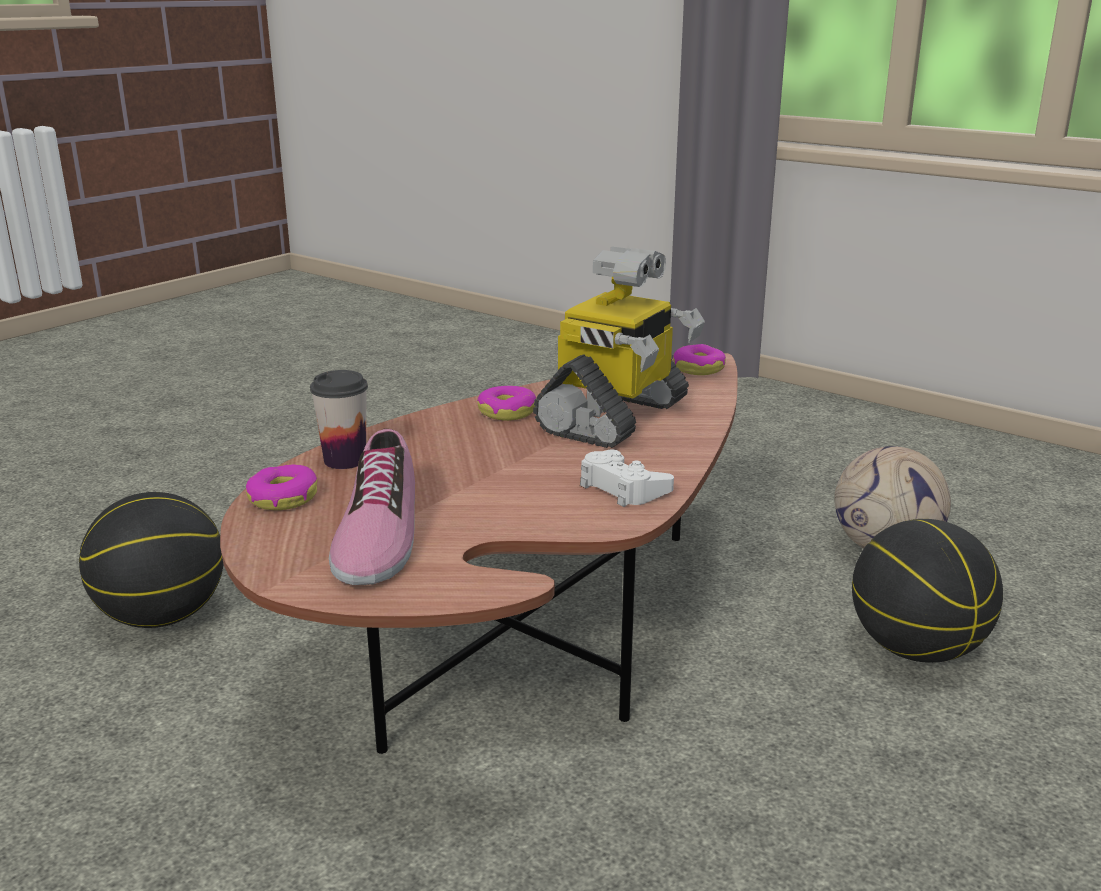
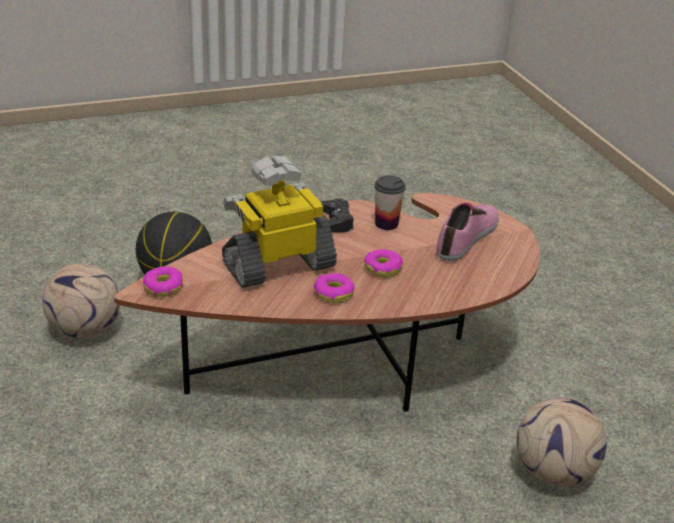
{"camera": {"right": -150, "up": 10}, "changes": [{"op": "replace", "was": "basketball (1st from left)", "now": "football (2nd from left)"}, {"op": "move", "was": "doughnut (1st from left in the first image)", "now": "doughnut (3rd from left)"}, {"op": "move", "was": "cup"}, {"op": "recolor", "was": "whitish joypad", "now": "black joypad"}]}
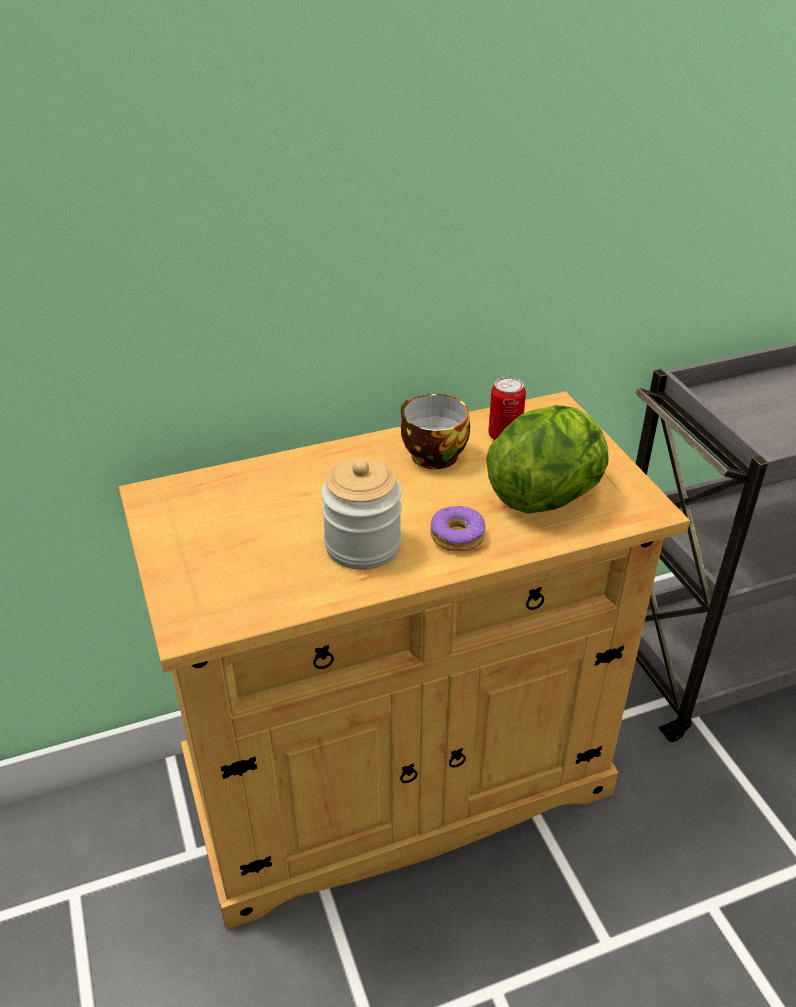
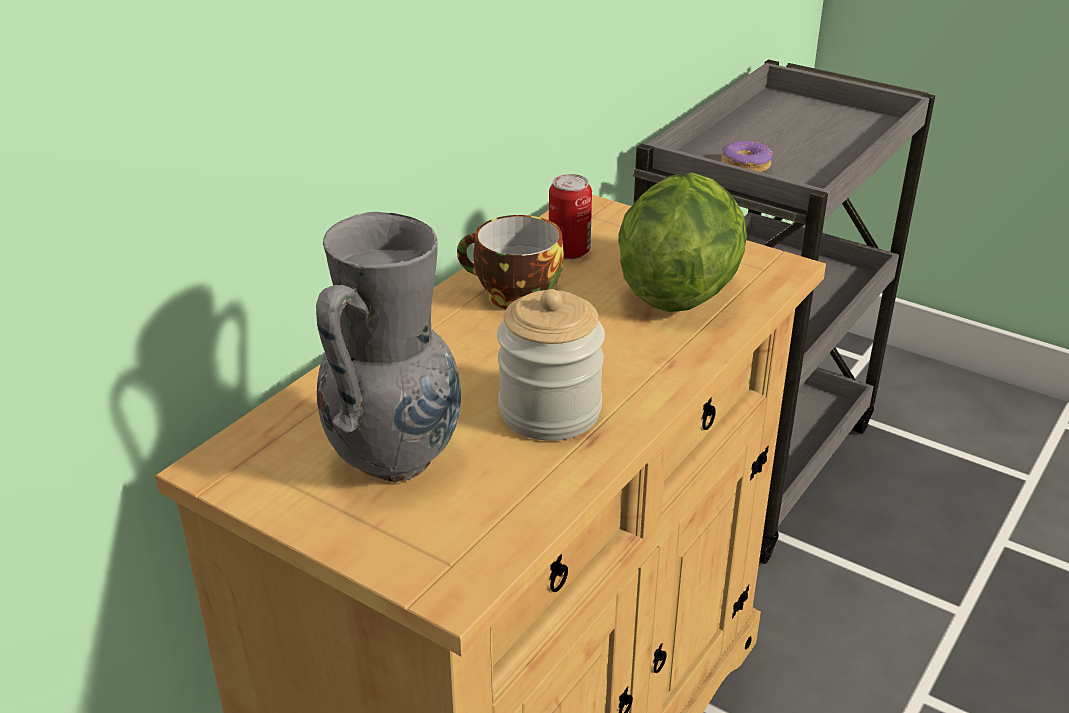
{"camera": {"right": -35, "up": -5}, "changes": [{"op": "move", "was": "doughnut"}, {"op": "insert", "now": "grey vase"}]}
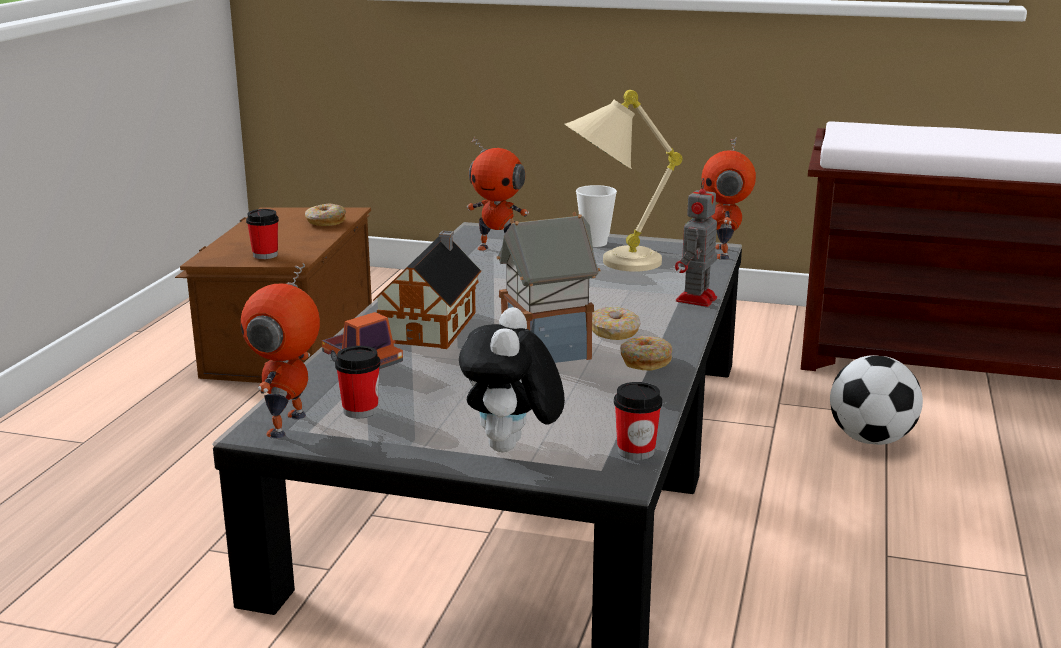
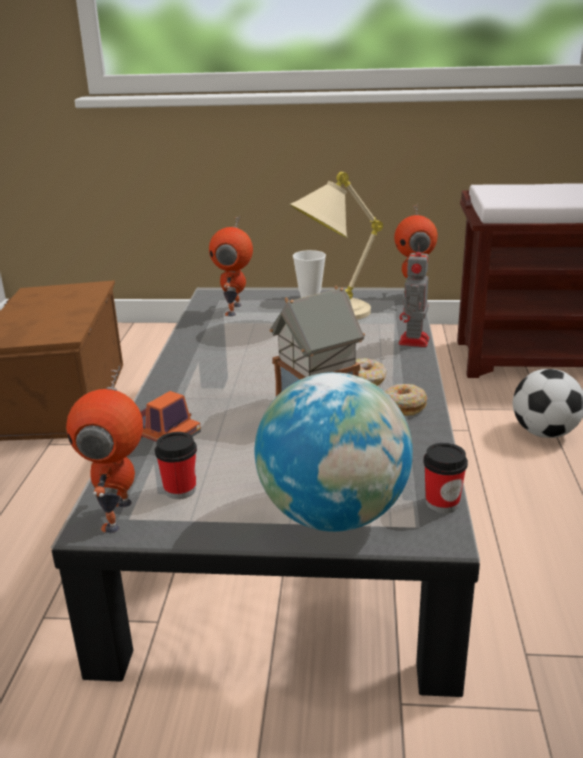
{"camera": {"right": -10, "up": 5}, "changes": [{"op": "delete", "was": "cup (1st from left)"}, {"op": "delete", "was": "doughnut (1st from left)"}, {"op": "delete", "was": "miniature house (1st from left)"}, {"op": "replace", "was": "cuddly toy", "now": "world globe"}, {"op": "rotate", "was": "robot figure (2nd from left)", "clockwise": 90}]}
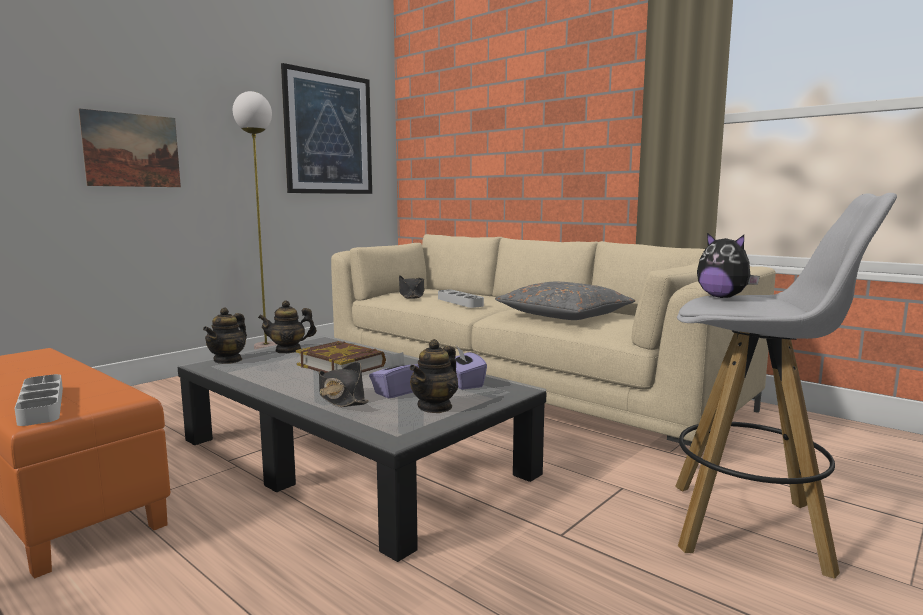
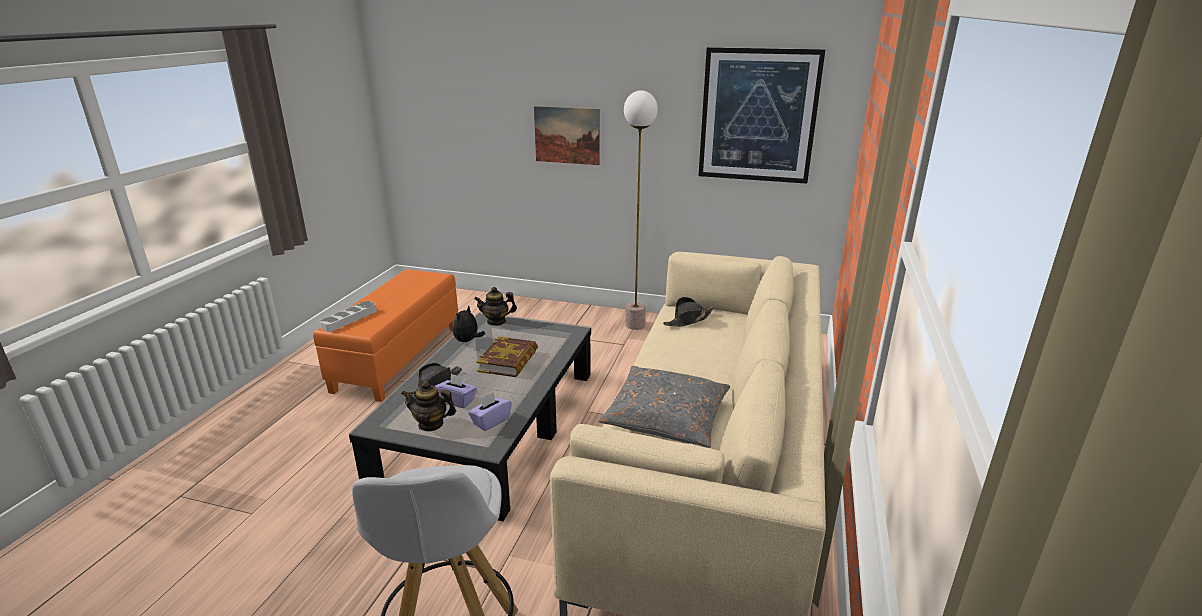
{"camera": {"right": 65, "up": 15}, "changes": [{"op": "delete", "was": "pot for tea (2nd from left)"}, {"op": "delete", "was": "grey tray (2nd from left)"}, {"op": "move", "was": "cuddly toy"}]}
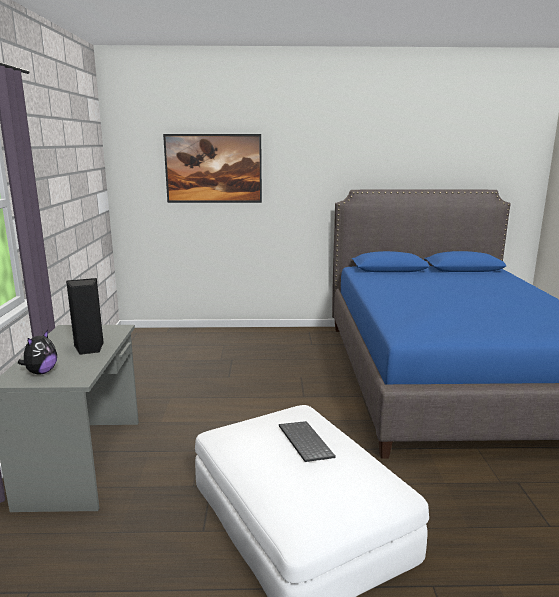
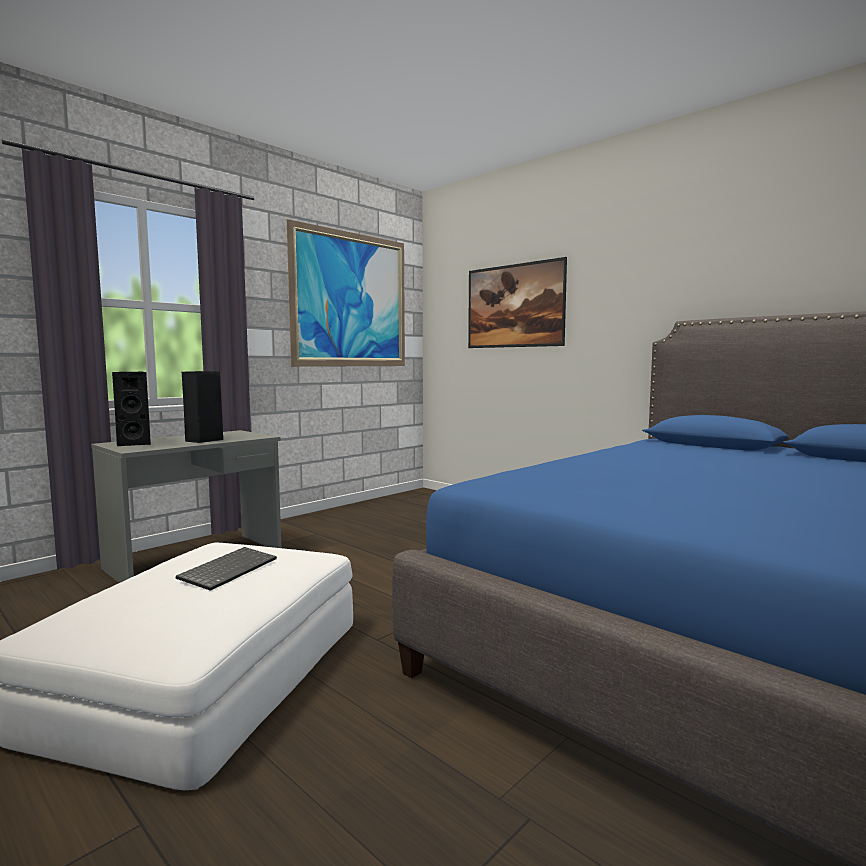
{"camera": {"right": 45, "up": -10}, "changes": [{"op": "replace", "was": "cuddly toy", "now": "black speaker (1st from left)"}, {"op": "insert", "now": "wall picture (1st from left)"}]}
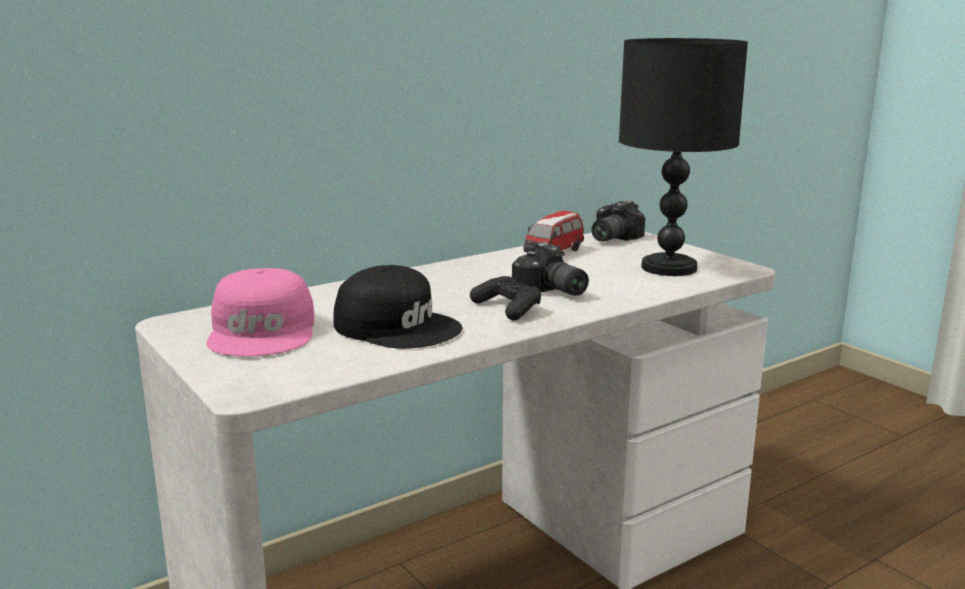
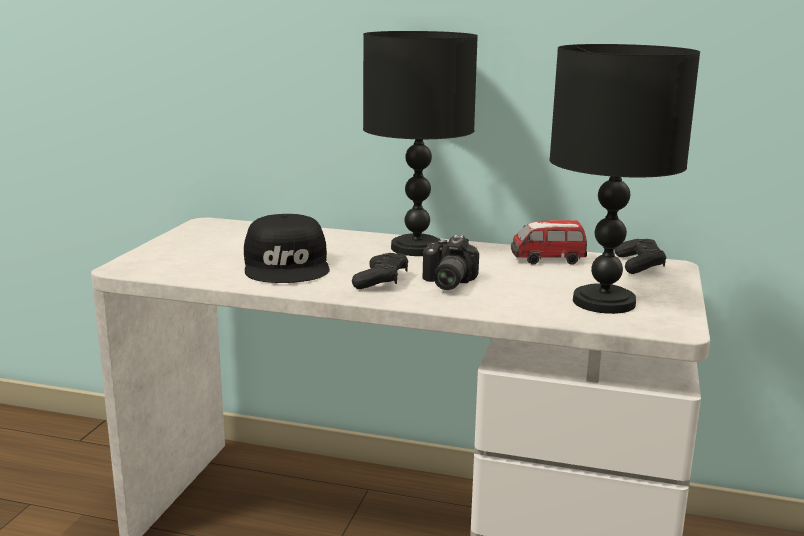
{"camera": {"right": 50, "up": 0}, "changes": [{"op": "delete", "was": "pinkish baseball cap"}, {"op": "replace", "was": "photo camera (2nd from left)", "now": "black joypad (2nd from left)"}, {"op": "insert", "now": "black table lamp (1st from left)"}]}
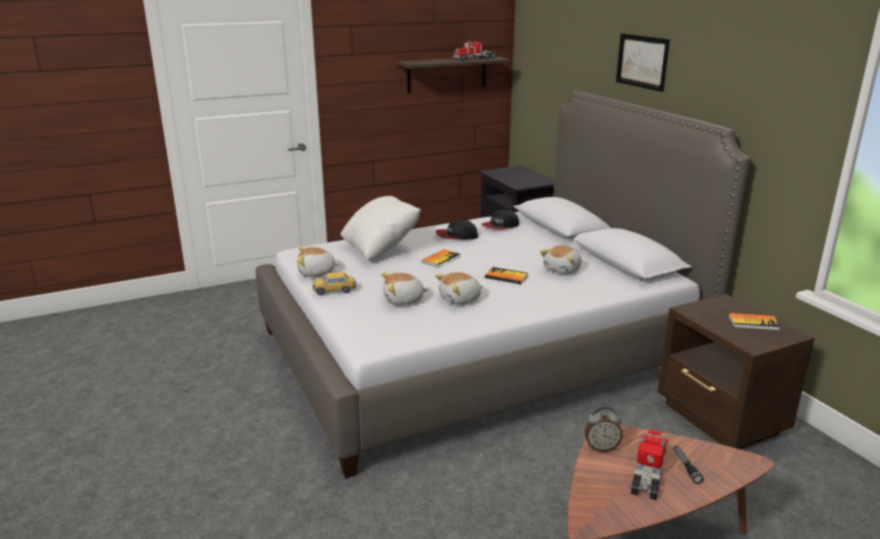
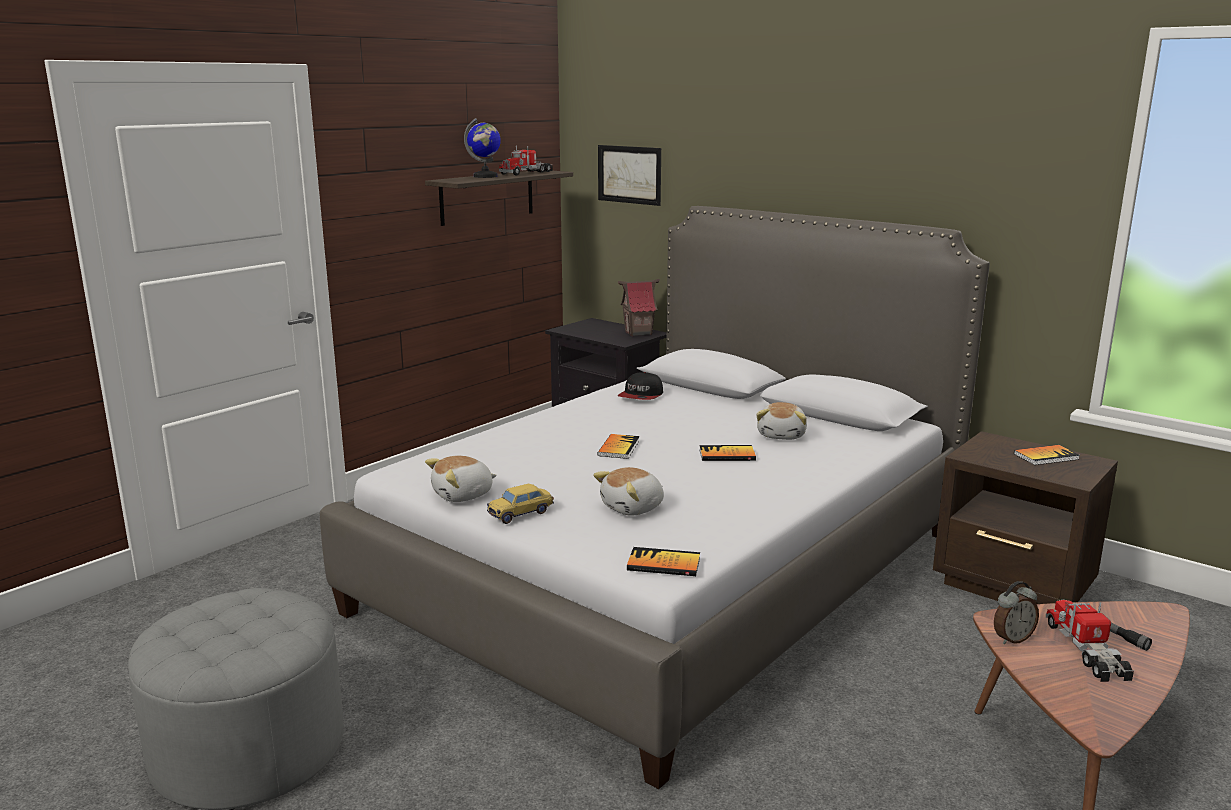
{"camera": {"right": -25, "up": -5}, "changes": [{"op": "delete", "was": "whitish cushion"}, {"op": "delete", "was": "cuddly toy (3rd from left)"}, {"op": "delete", "was": "baseball cap (1st from left)"}, {"op": "move", "was": "wall picture"}, {"op": "insert", "now": "grey footrest"}, {"op": "insert", "now": "world globe"}, {"op": "insert", "now": "miniature house"}, {"op": "insert", "now": "book (2nd from left)"}]}
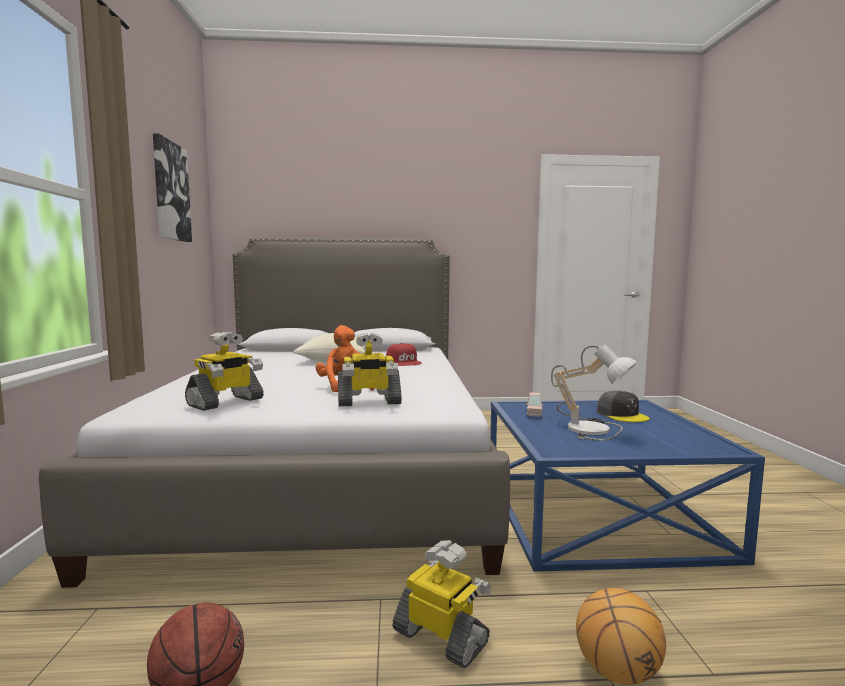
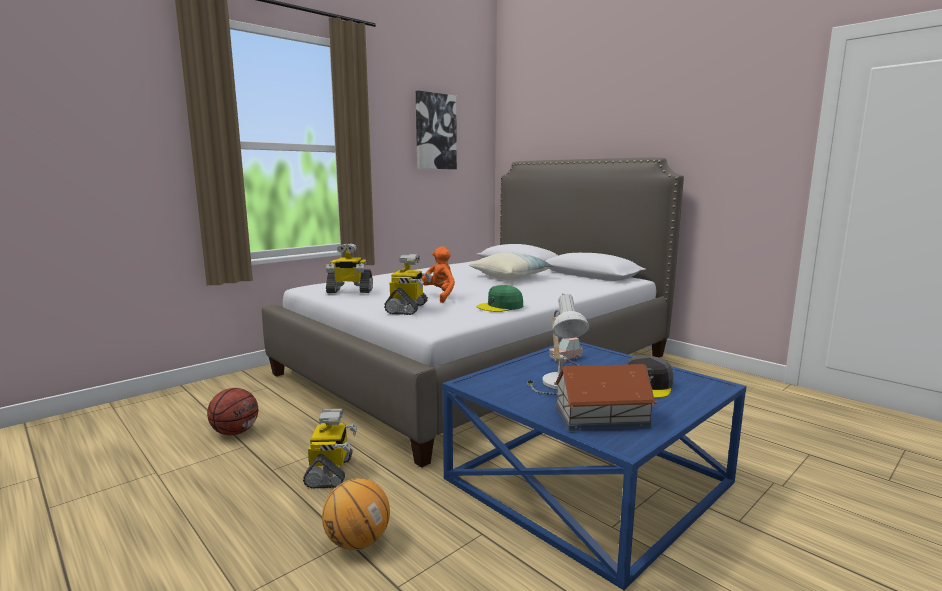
{"camera": {"right": 50, "up": 5}, "changes": [{"op": "rotate", "was": "robot figure (2nd from left in the first image)", "clockwise": -120}, {"op": "delete", "was": "reddish baseball cap"}, {"op": "insert", "now": "greenish baseball cap"}, {"op": "insert", "now": "miniature house"}]}
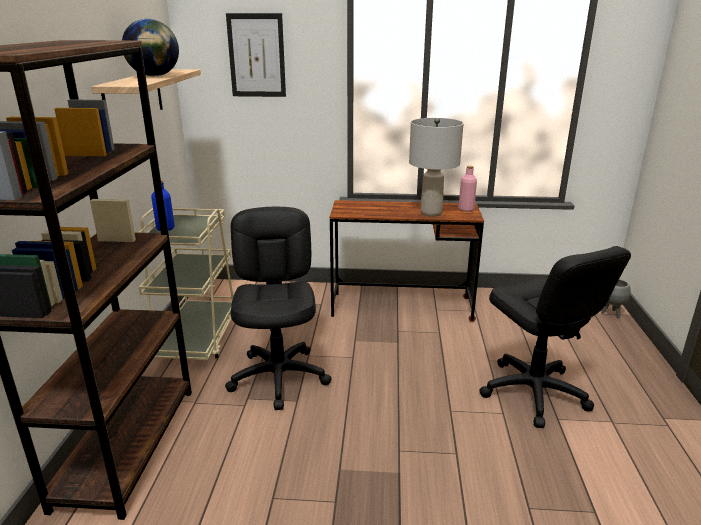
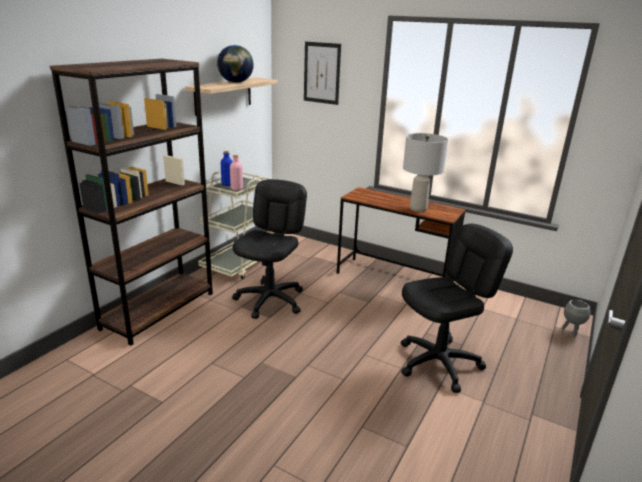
{"camera": {"right": 25, "up": 0}, "changes": [{"op": "move", "was": "pinkish drink bottle"}, {"op": "rotate", "was": "black office chair (2nd from left)", "clockwise": -120}]}
